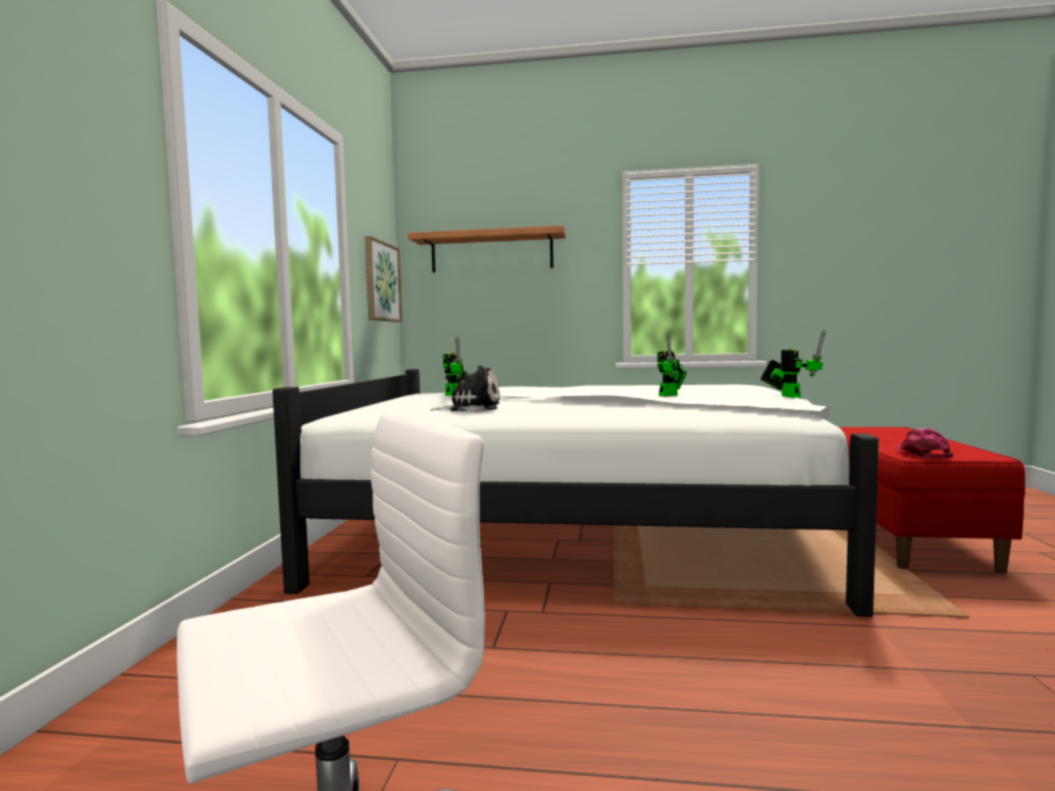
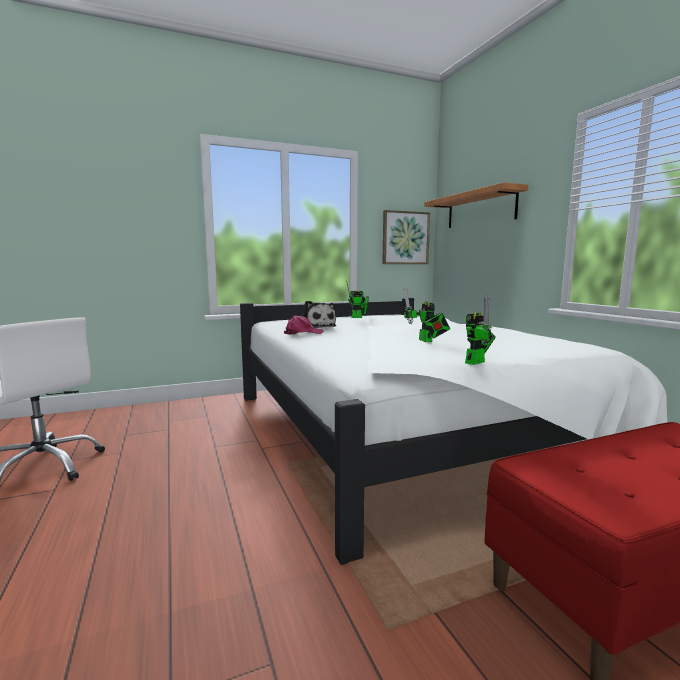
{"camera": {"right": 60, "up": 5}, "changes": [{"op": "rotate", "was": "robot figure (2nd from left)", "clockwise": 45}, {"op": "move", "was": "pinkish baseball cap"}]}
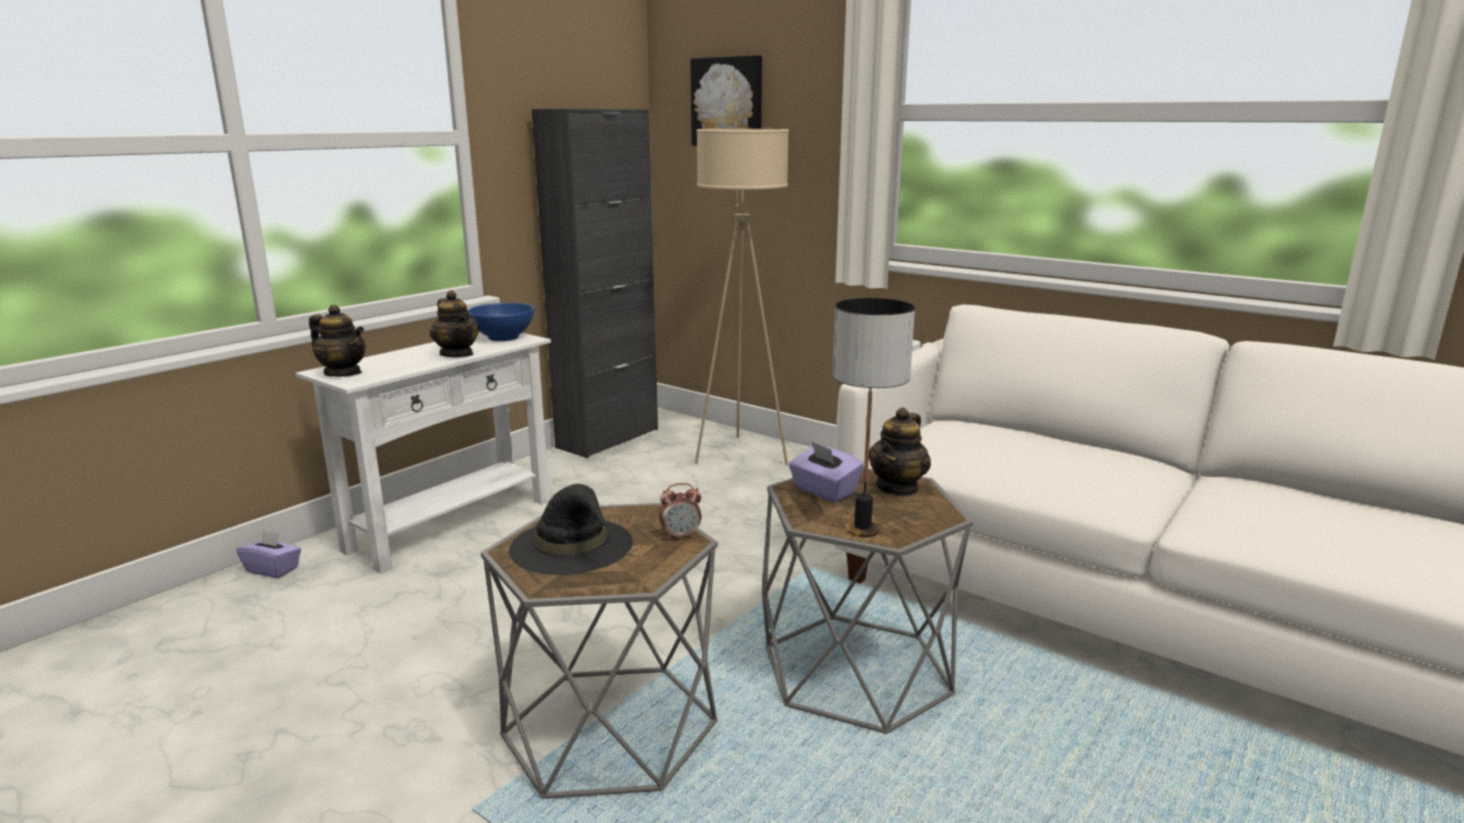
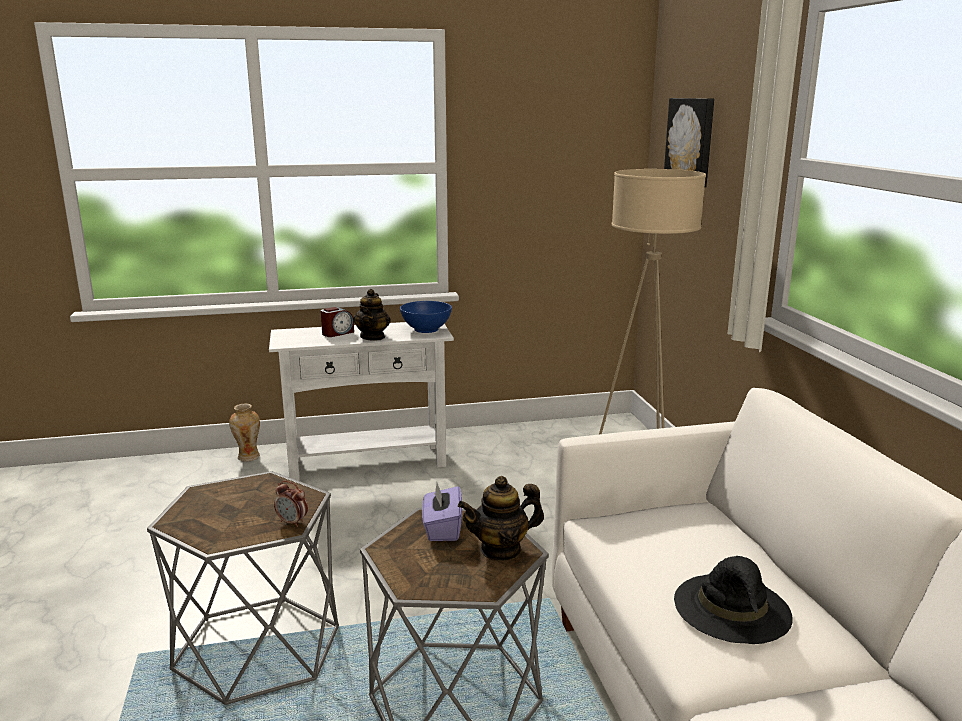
{"camera": {"right": 40, "up": 0}, "changes": [{"op": "replace", "was": "purple-coloured tissue box (1st from left)", "now": "vase"}, {"op": "delete", "was": "pot for tea (1st from left)"}, {"op": "move", "was": "black hat"}, {"op": "delete", "was": "black cabinet"}, {"op": "delete", "was": "table lamp"}, {"op": "insert", "now": "table clock (2nd from left)"}]}
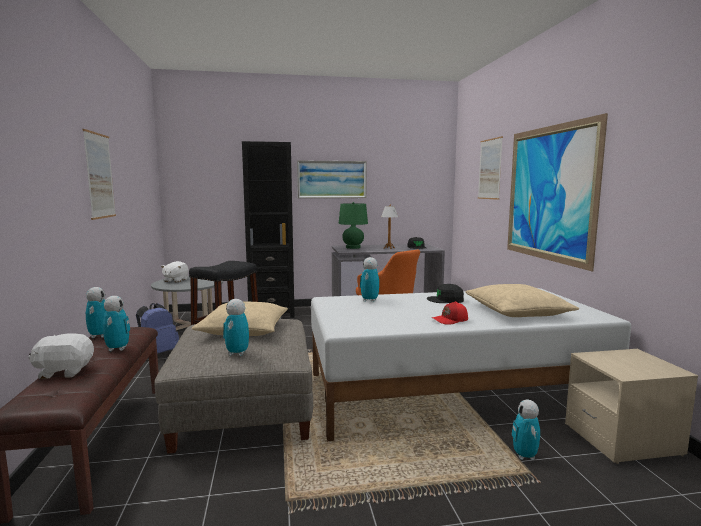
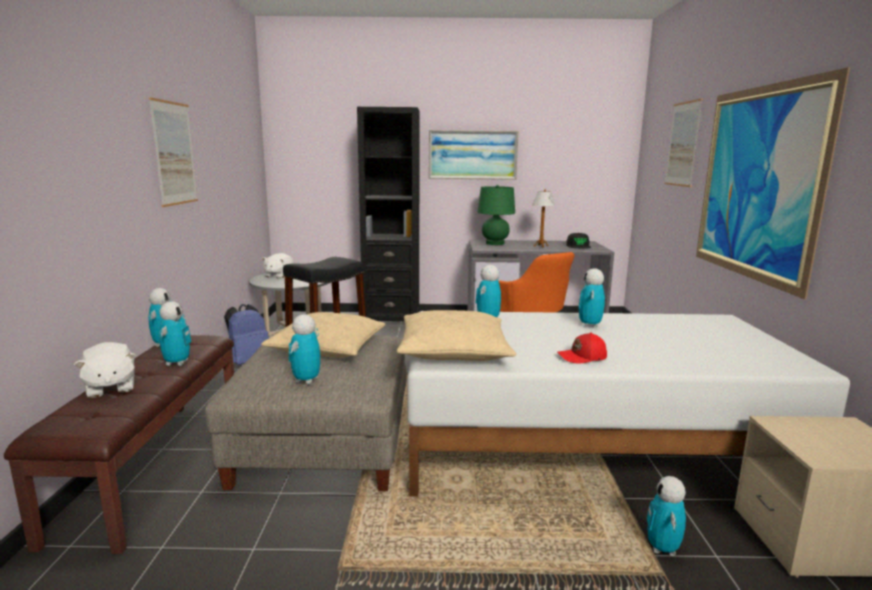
{"camera": {"right": 10, "up": 5}, "changes": [{"op": "rotate", "was": "whitish cuddly toy (1st from left)", "clockwise": -120}, {"op": "replace", "was": "black baseball cap (2nd from left)", "now": "robot figure (5th from left)"}, {"op": "move", "was": "beige-coloured cushion (2nd from left)"}]}
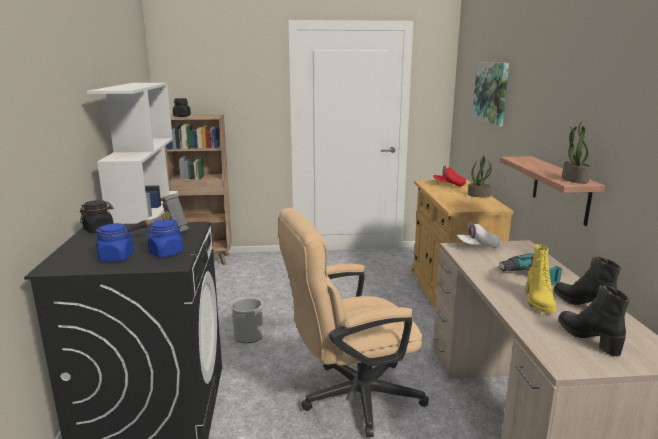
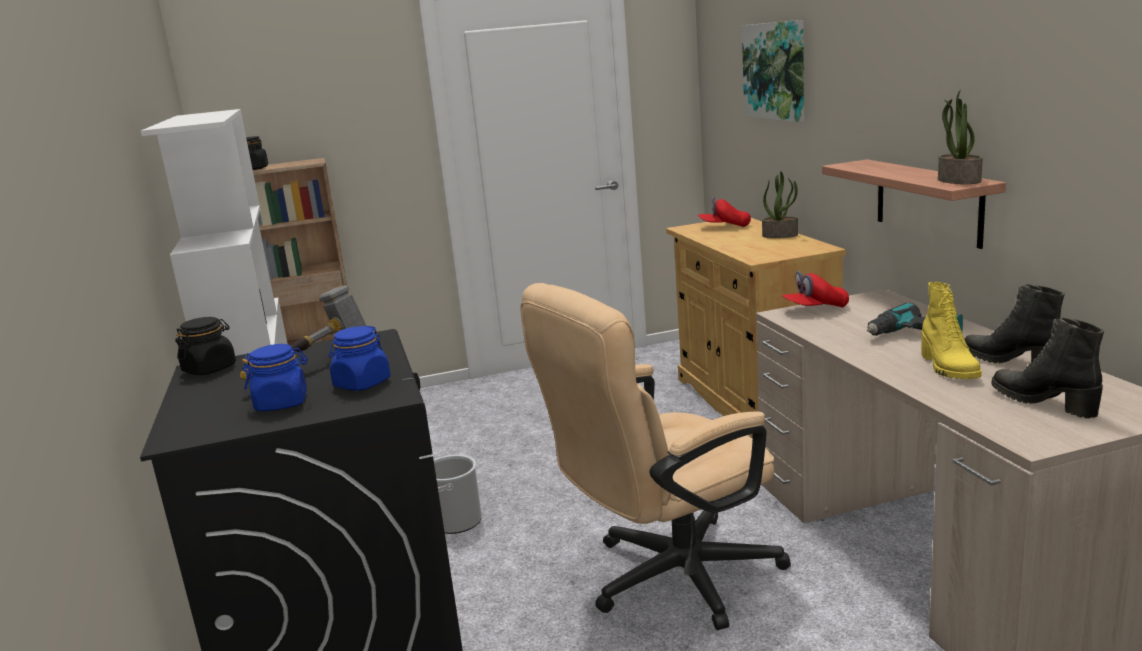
{"camera": {"right": -10, "up": 0}, "changes": [{"op": "recolor", "was": "whitish baseball cap", "now": "reddish baseball cap (2nd from left)"}]}
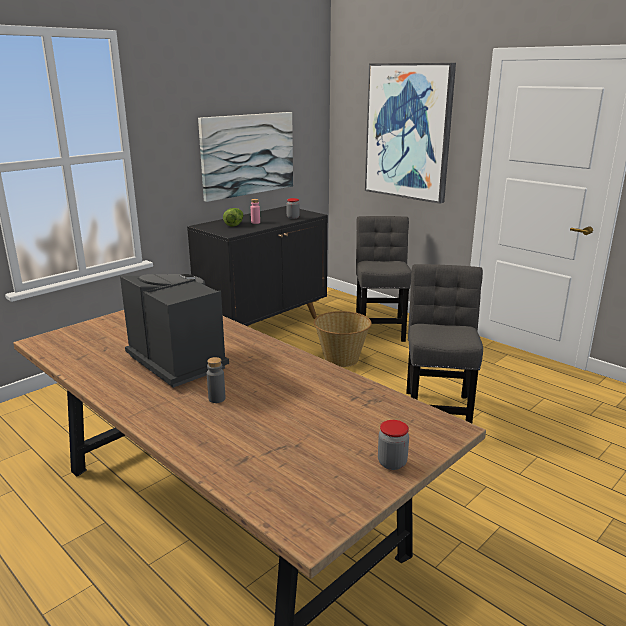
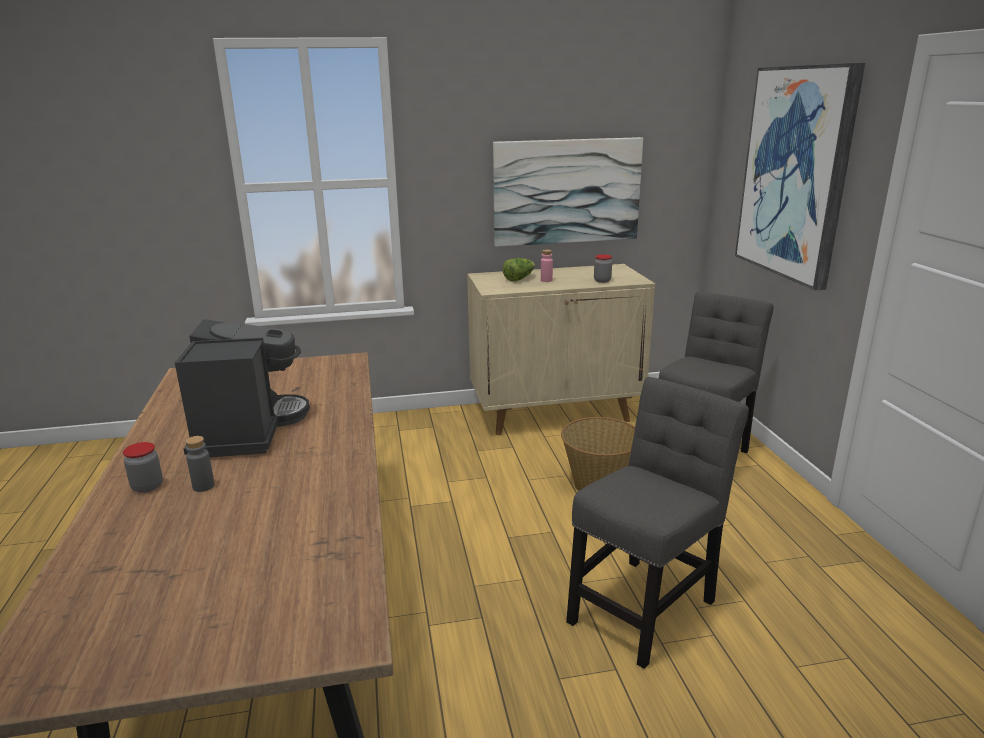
{"camera": {"right": 35, "up": 0}, "changes": [{"op": "recolor", "was": "black cabinet", "now": "beige-coloured cabinet"}, {"op": "move", "was": "storage jar (2nd from left in the first image)", "now": "storage jar (1st from left)"}]}
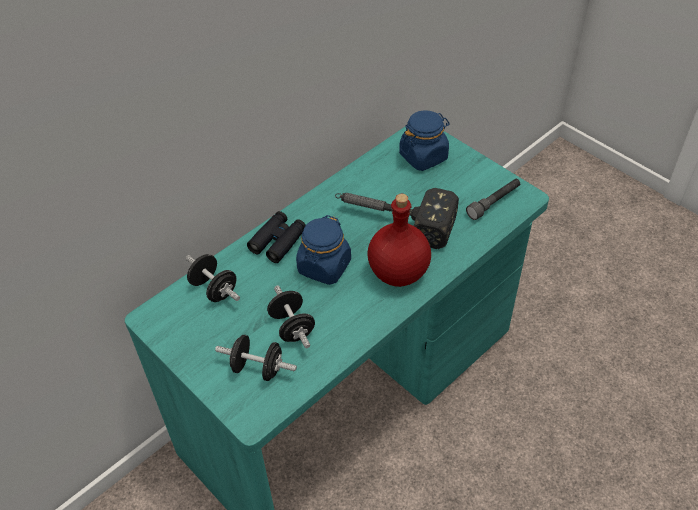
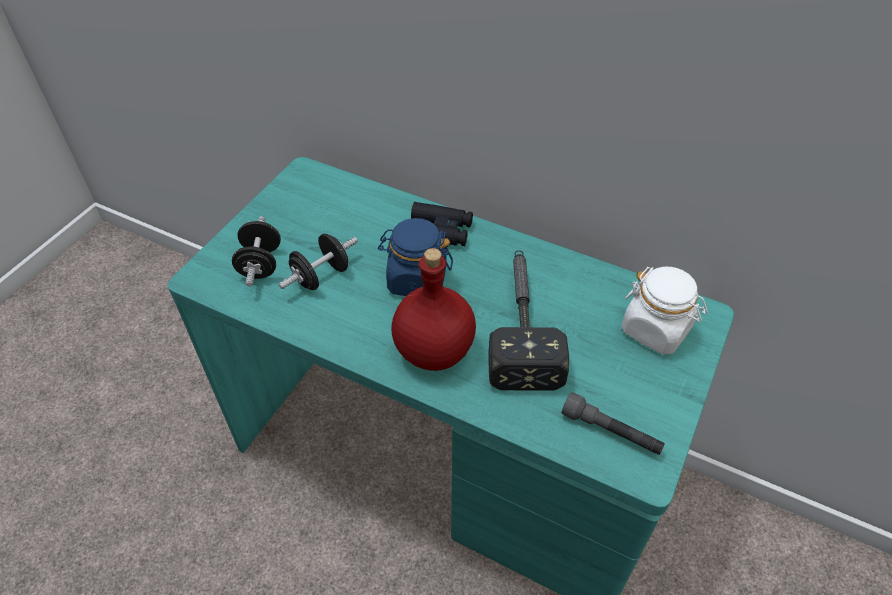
{"camera": {"right": 70, "up": 0}, "changes": [{"op": "delete", "was": "black dumbbell (1st from left)"}, {"op": "recolor", "was": "bluish storage jar (2nd from left)", "now": "whitish storage jar"}]}
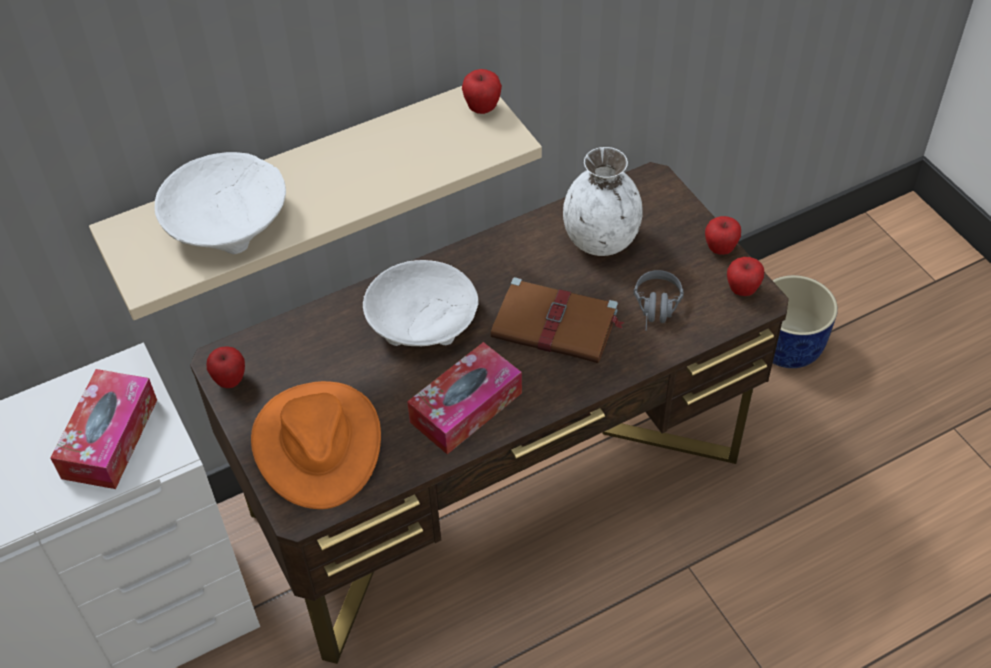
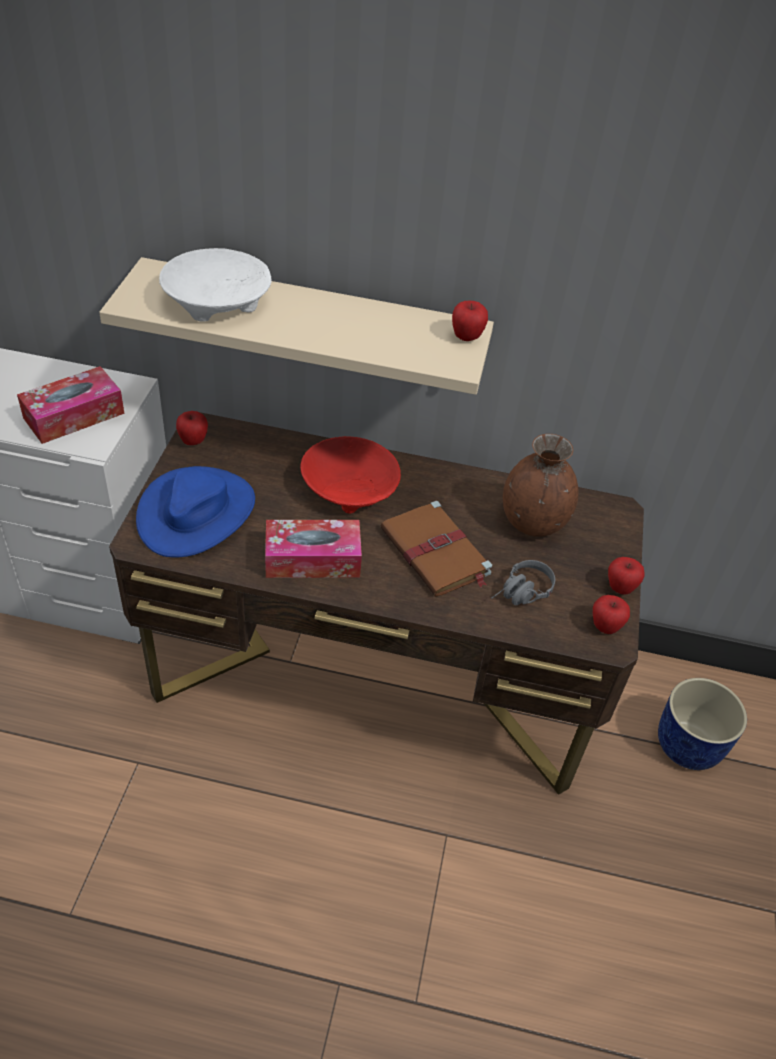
{"camera": {"right": 35, "up": -5}, "changes": [{"op": "recolor", "was": "orange hat", "now": "bluish hat"}, {"op": "recolor", "was": "whitish serving bowl (2nd from left)", "now": "reddish serving bowl"}, {"op": "recolor", "was": "whitish vase", "now": "brownish vase"}]}
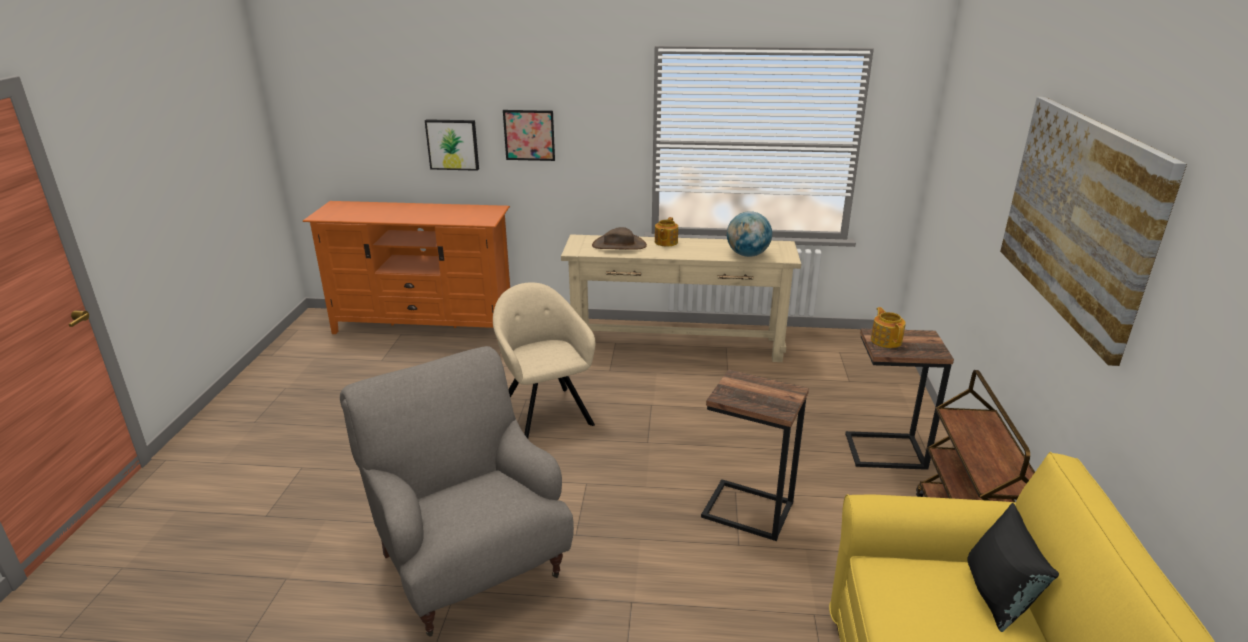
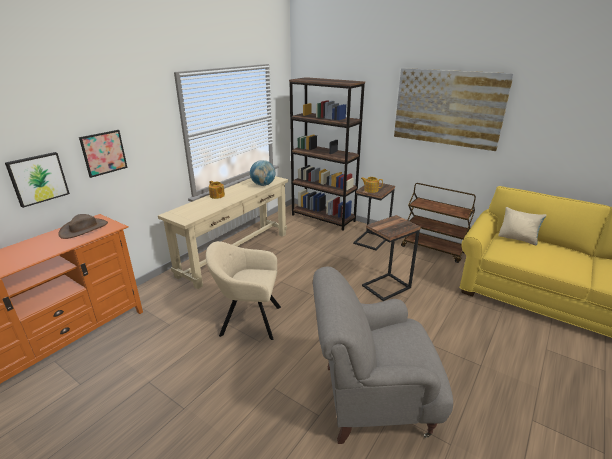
{"camera": {"right": -60, "up": 0}, "changes": [{"op": "move", "was": "brownish hat"}, {"op": "recolor", "was": "black cushion", "now": "beige-coloured cushion"}, {"op": "insert", "now": "brownish bookshelf"}]}
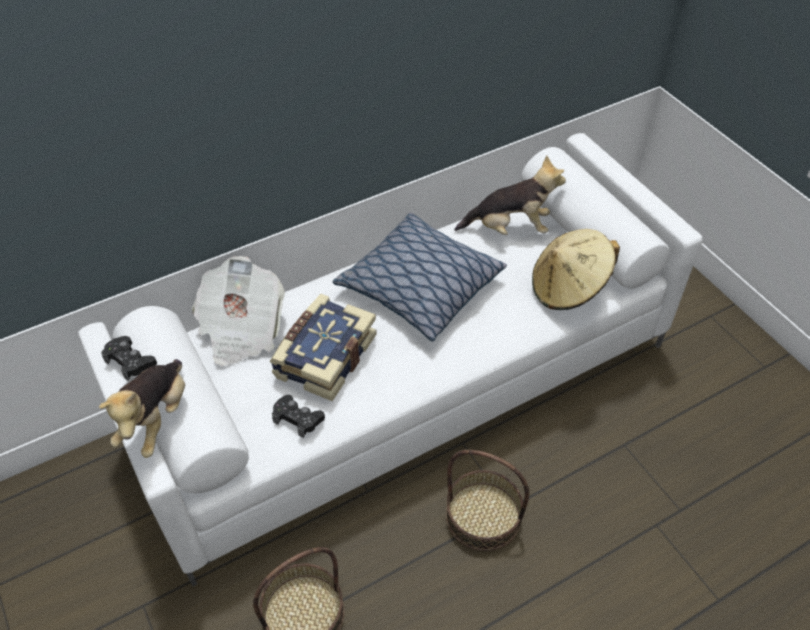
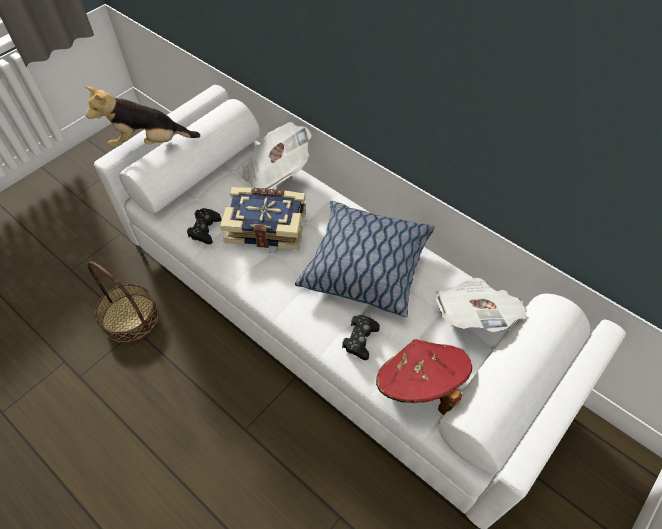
{"camera": {"right": 70, "up": 5}, "changes": [{"op": "move", "was": "black joypad (1st from left in the first image)", "now": "black joypad (2nd from left)"}, {"op": "delete", "was": "storage basket (2nd from left)"}, {"op": "replace", "was": "cuddly toy (2nd from left)", "now": "daily paper (2nd from left)"}, {"op": "recolor", "was": "beige-coloured hat", "now": "reddish hat"}]}
